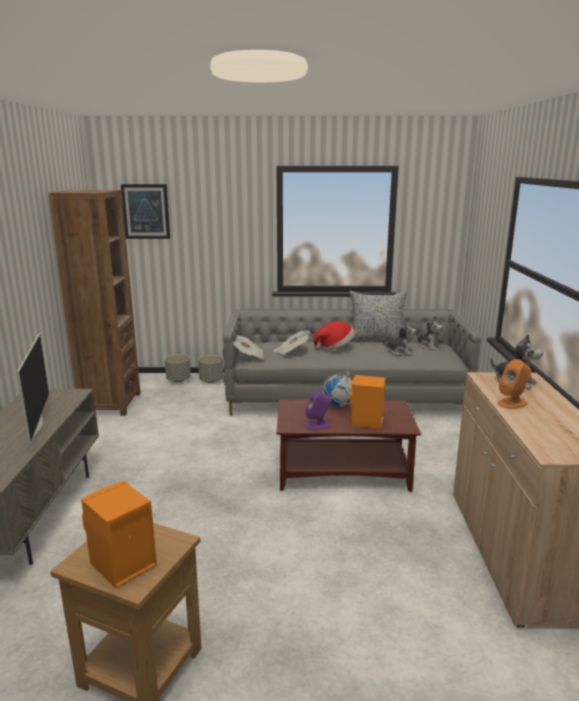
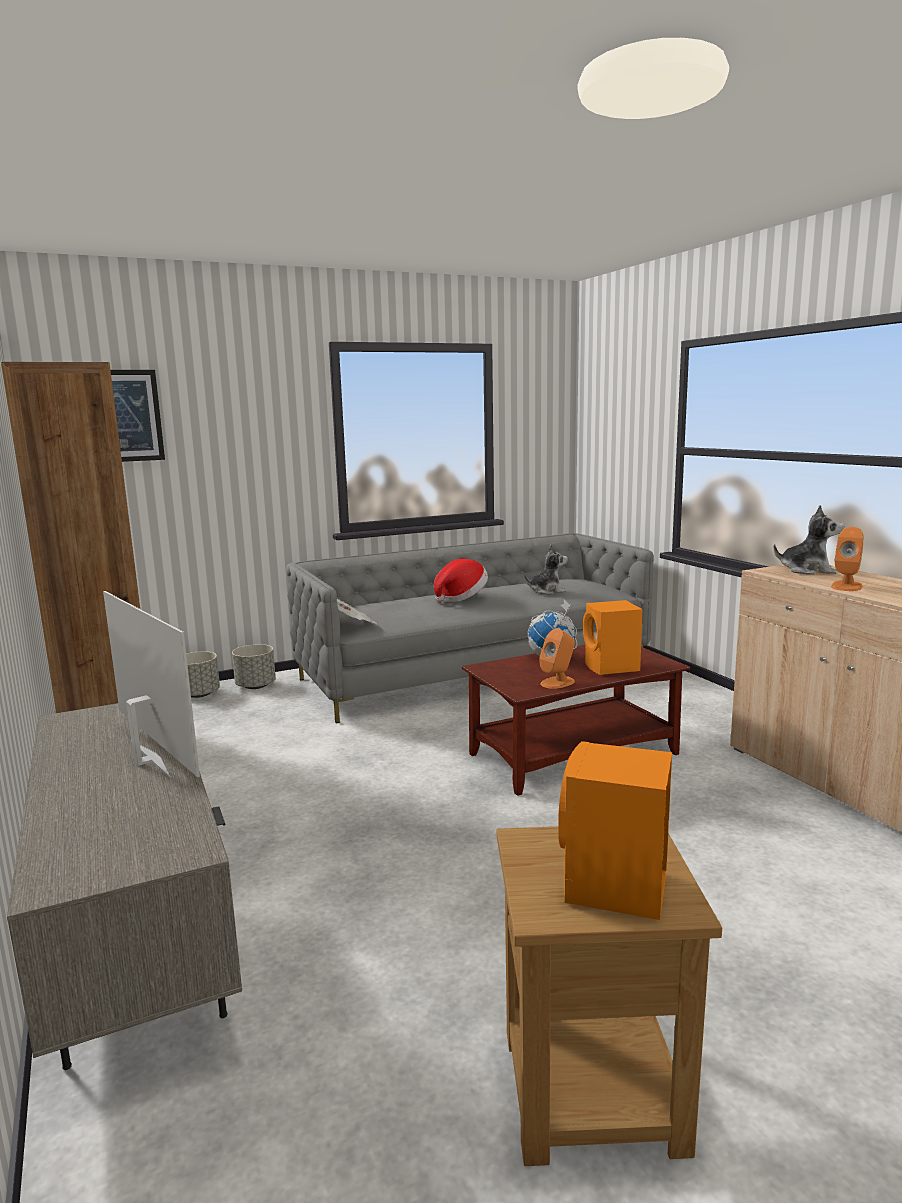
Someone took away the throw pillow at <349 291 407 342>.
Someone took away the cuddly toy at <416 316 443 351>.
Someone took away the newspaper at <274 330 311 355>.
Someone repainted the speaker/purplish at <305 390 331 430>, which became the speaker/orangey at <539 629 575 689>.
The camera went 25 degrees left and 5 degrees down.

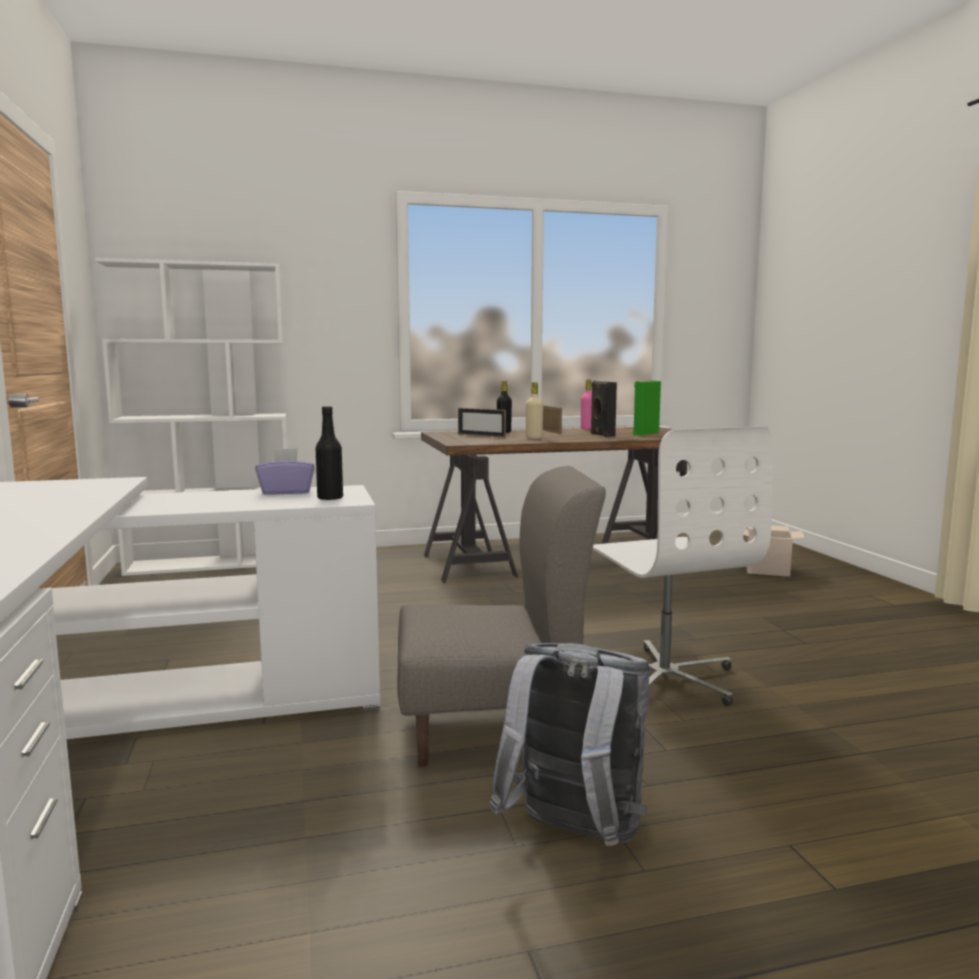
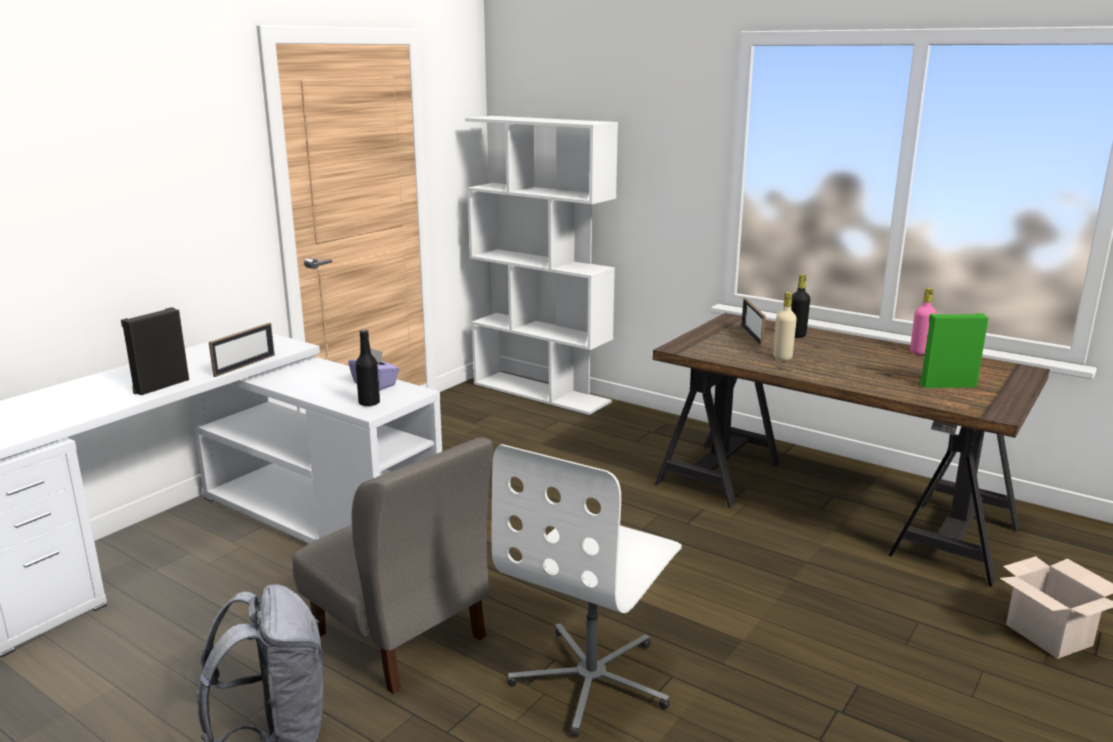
Someone carried the speaker/black-coloured from <590 381 617 437> to <121 307 189 395>.
Someone carried the photo frame from <543 405 562 434> to <209 323 275 377>.
The camera went 50 degrees right and 10 degrees up.

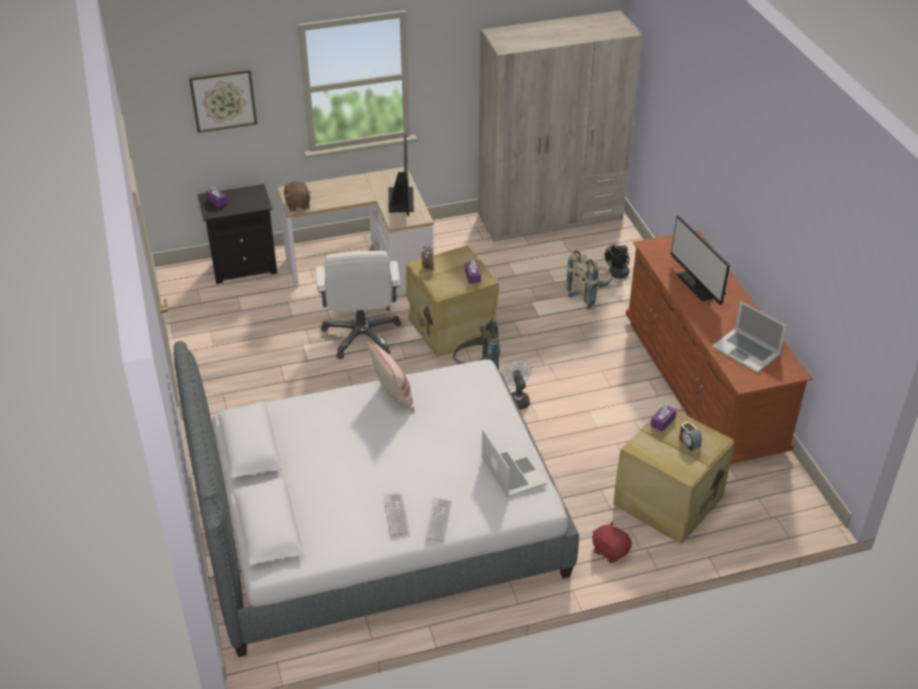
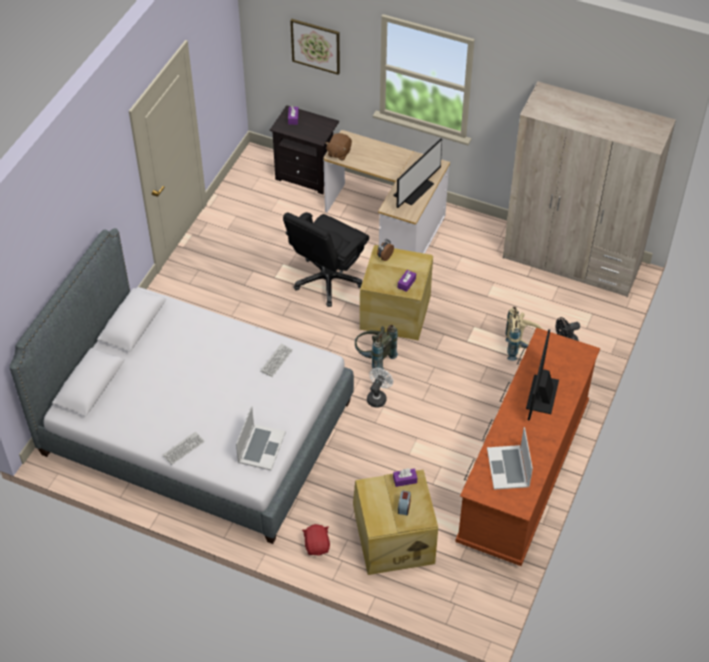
Someone repainted the office chair/whitish at <316 251 401 359>, which became the office chair/black-coloured at <283 212 369 307>.
Someone took away the throw pillow at <368 340 414 412>.
Someone carried the PC keyboard from <384 494 410 536> to <260 344 293 377>.
The camera went 40 degrees right and 10 degrees up.

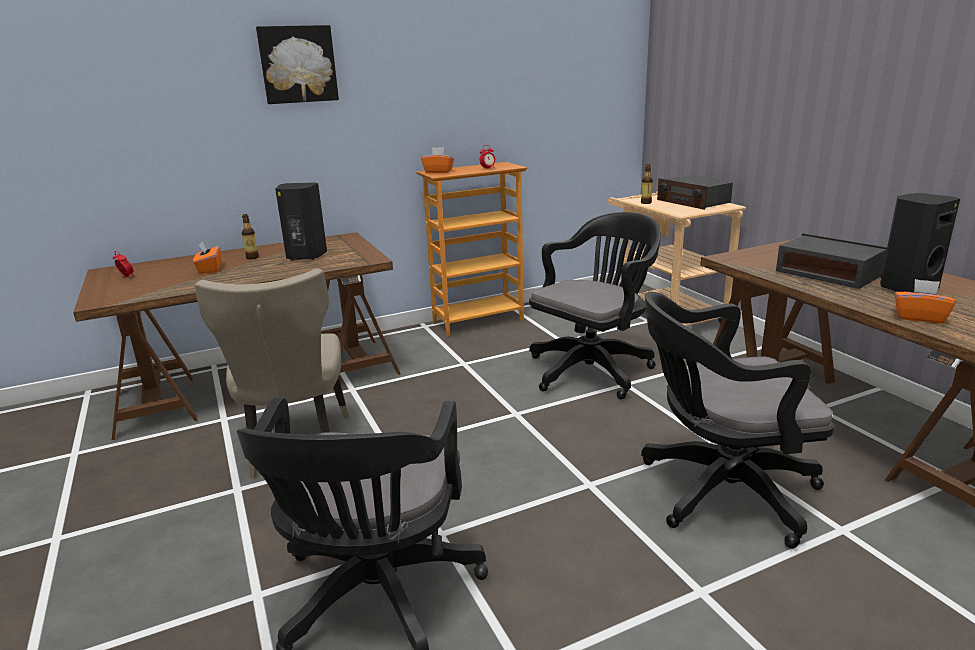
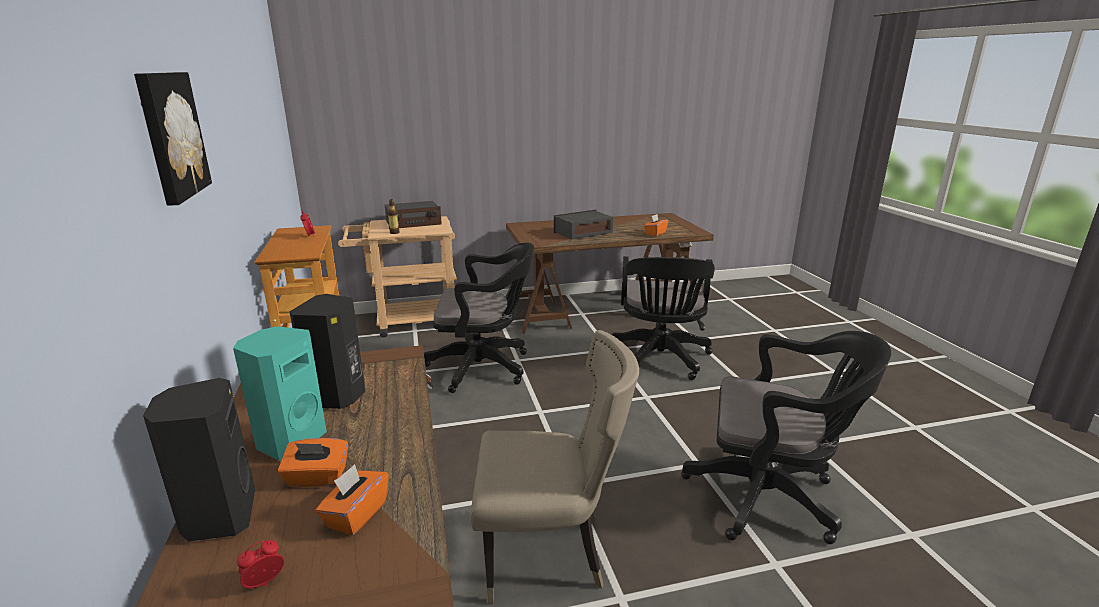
Someone carried the tissue box/orangey from <421 147 454 173> to <316 464 389 536>.
Someone carried the speaker/black-coloured from <880 193 960 292> to <143 378 255 541>.
Someone rotated the office chair/black-coloured at <529 212 661 400> by 120 degrees clockwise.
Someone swapped the beverage bottle at <242 214 259 259> for the speaker/turquoise-coloured at <233 326 327 461>.
The camera went 80 degrees left and 0 degrees up.

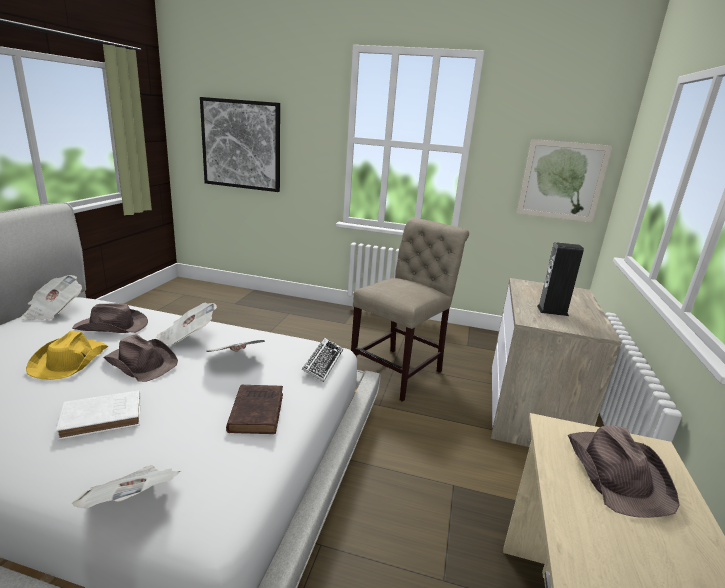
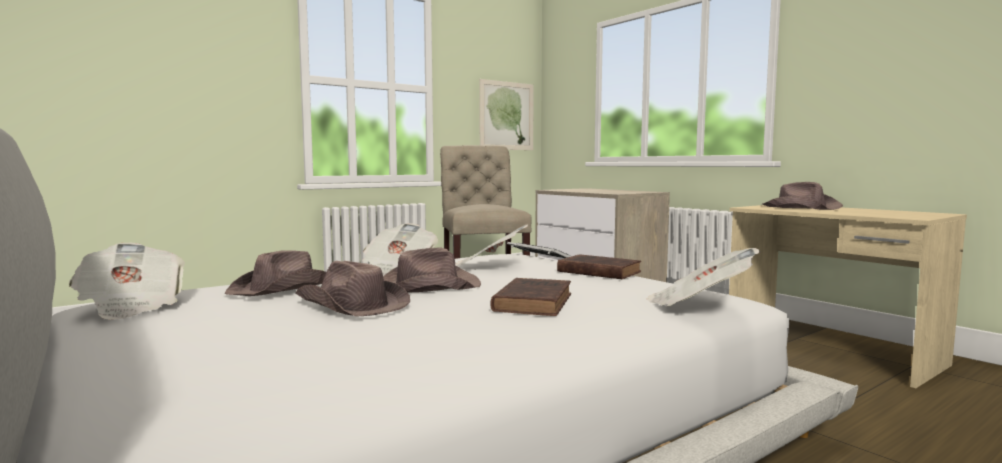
Someone took away the picture at <200 97 280 192>.
Someone took away the speaker at <537 242 584 316>.
Someone repainted the wearable hat/yellowish at <26 330 109 380>, which became the wearable hat/brownish at <295 261 410 317>.
Someone repainted the bound book/whitish at <56 391 141 440>, which became the bound book/brownish at <490 278 571 316>.
The camera went 50 degrees left and 15 degrees down.

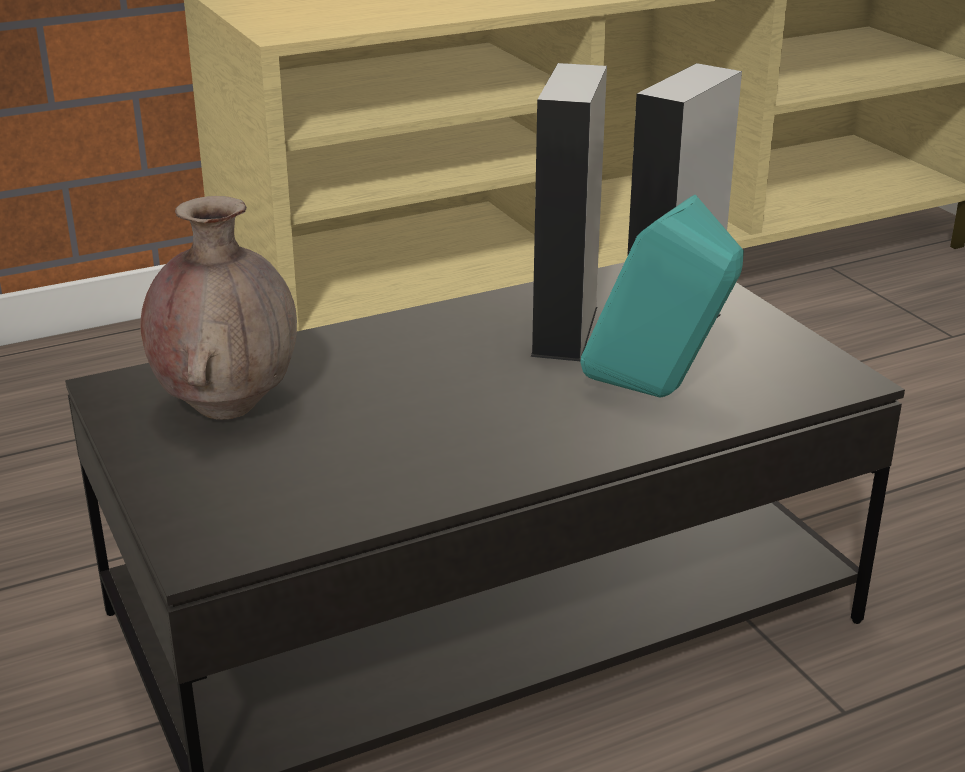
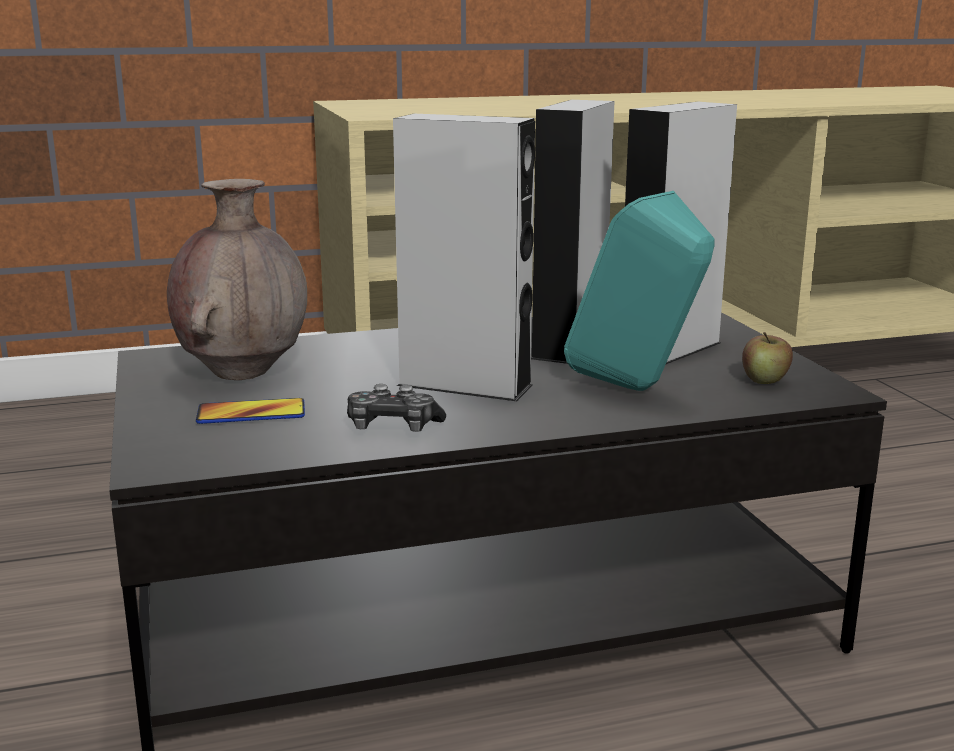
Someone put down the speaker/gray at <393 114 535 401>.
Someone put down the apple fruit at <742 332 793 384>.
Someone put down the game controller at <347 384 446 432>.
Someone put down the telephone at <196 398 305 424>.
The camera went 10 degrees right and 10 degrees down.

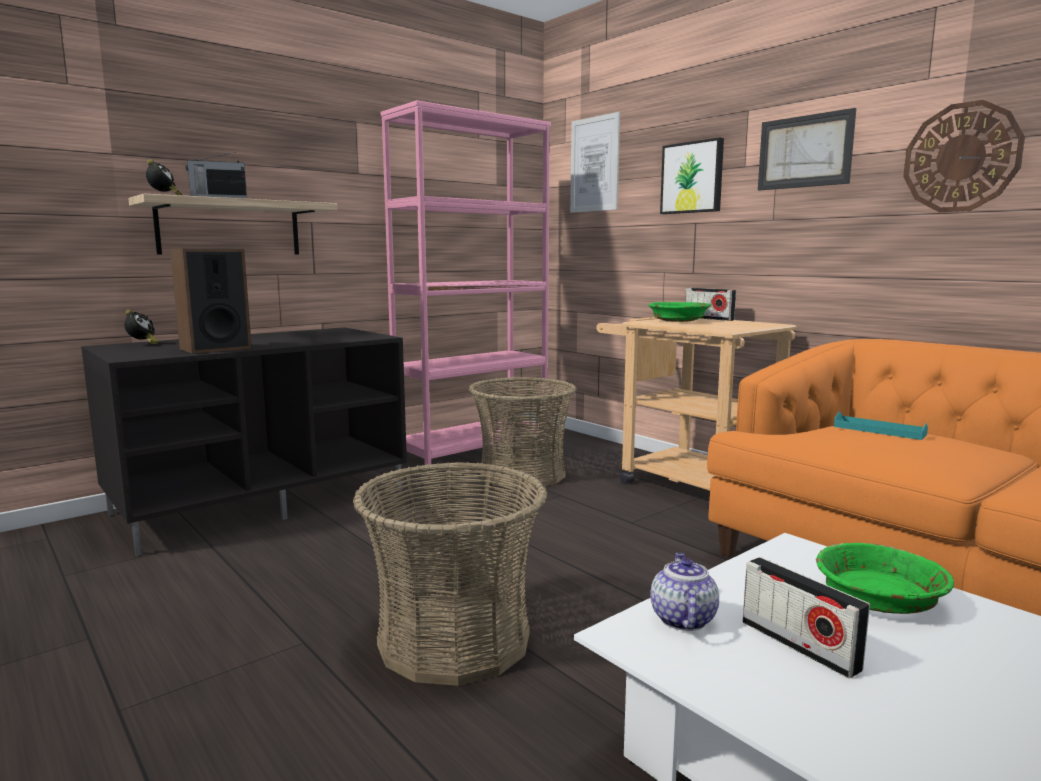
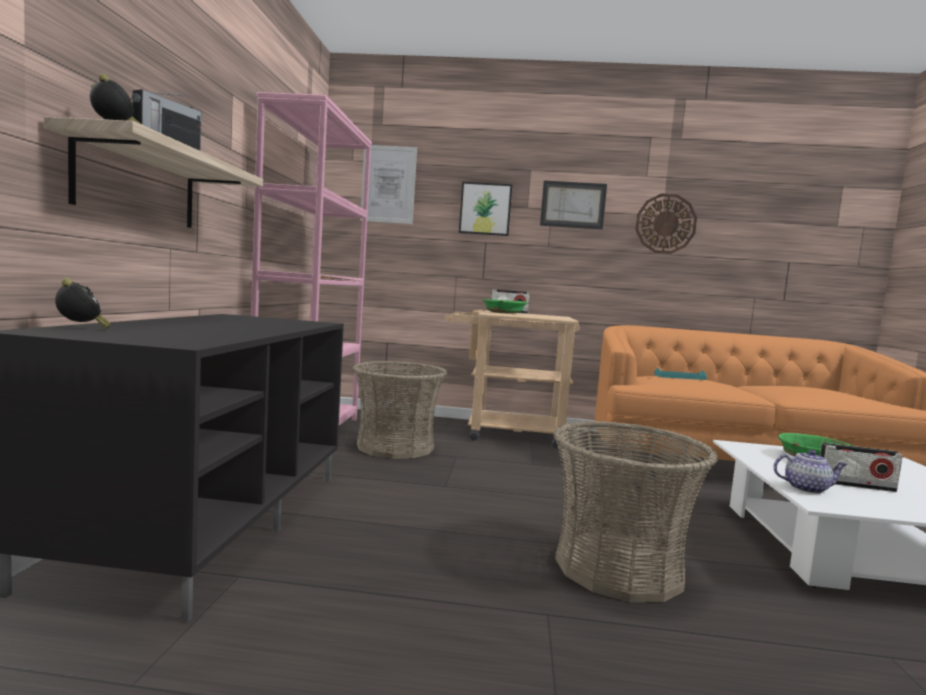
Someone took away the speaker at <170 249 252 354>.
Someone rotated the tea pot at <650 552 719 631> by 135 degrees clockwise.
The camera went 45 degrees left and 5 degrees down.

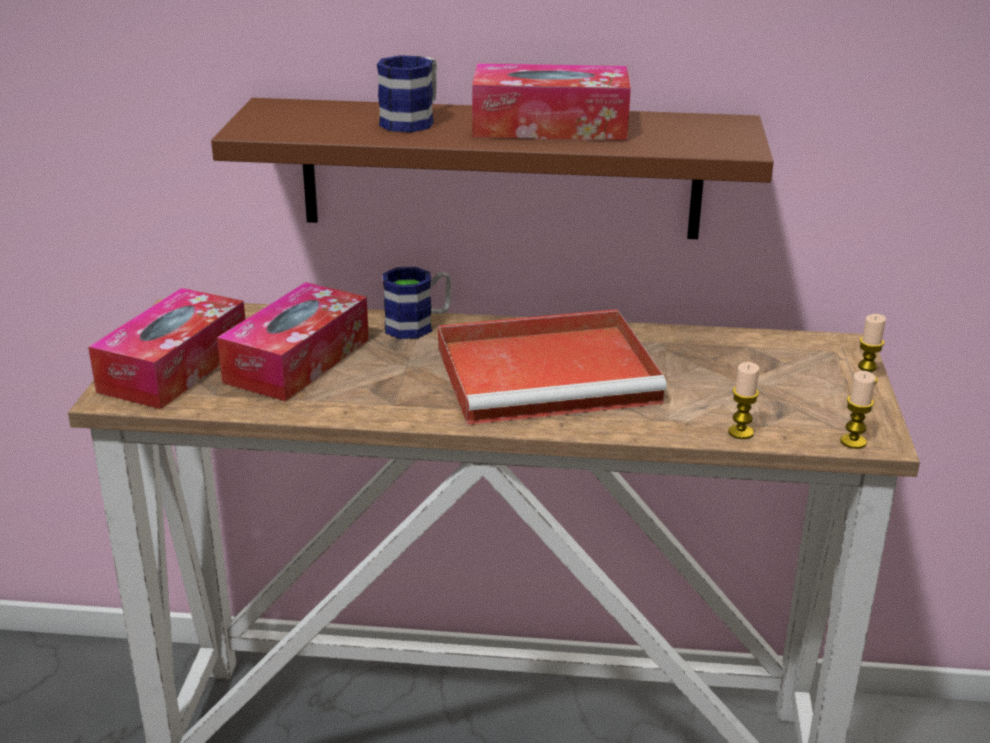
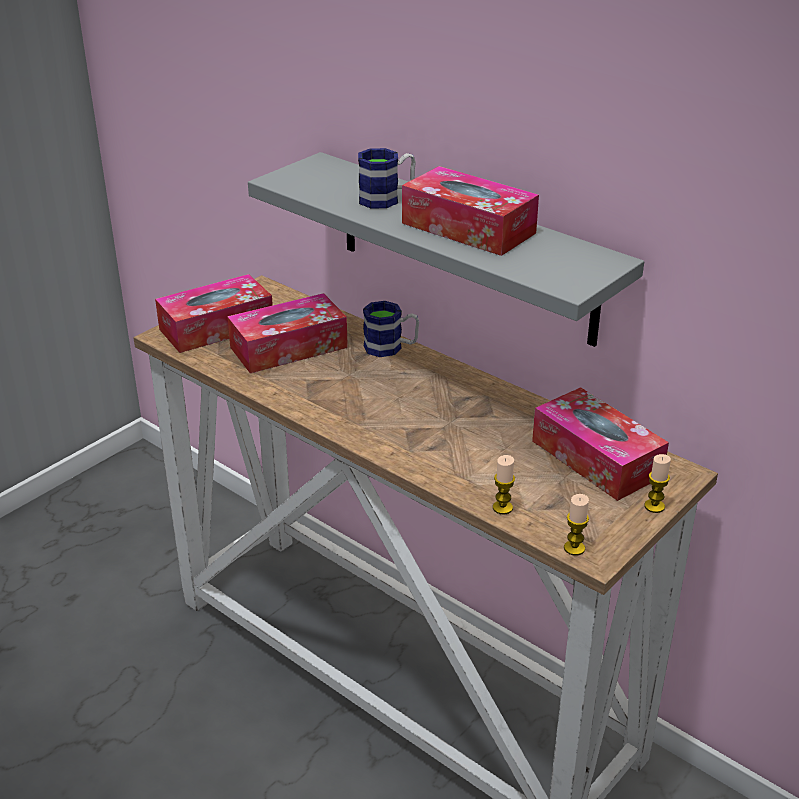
Someone repainted the wall shelf/brownish at <211 98 774 239>, which became the wall shelf/gray at <248 152 644 347>.
Someone took away the tray/red-coloured at <438 309 667 425>.
Someone put down the tissue box at <532 387 669 501>.
The camera went 35 degrees right and 5 degrees up.

